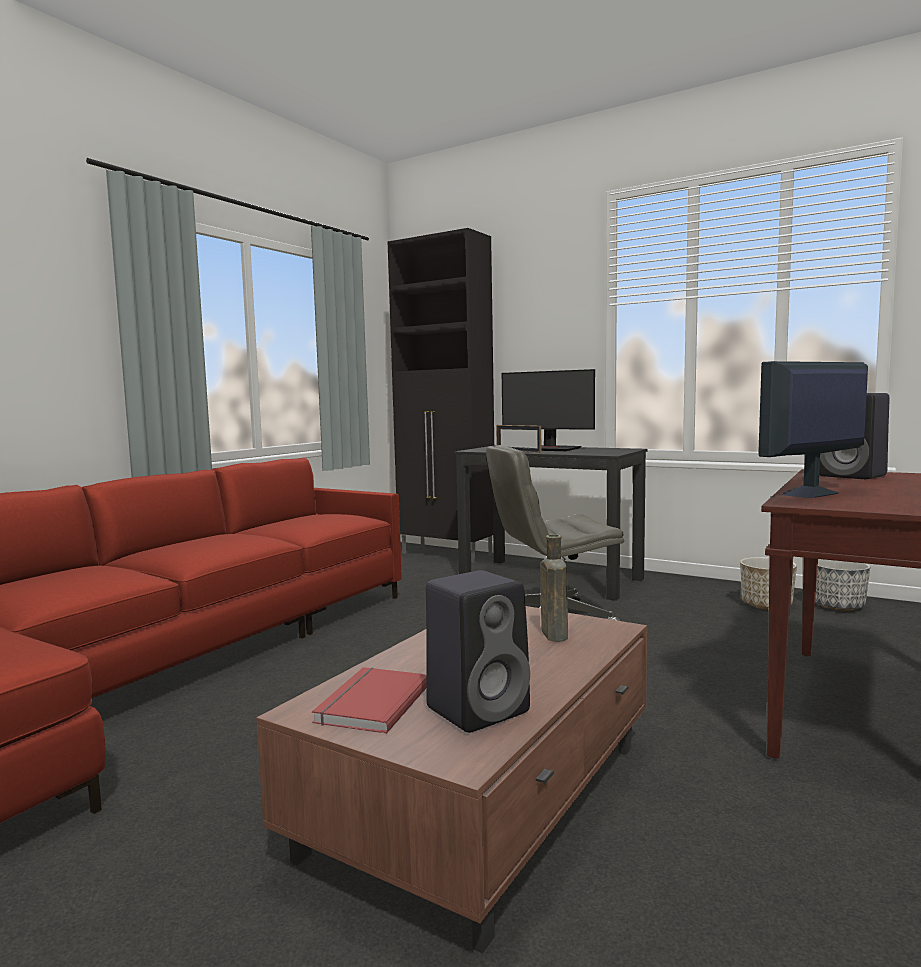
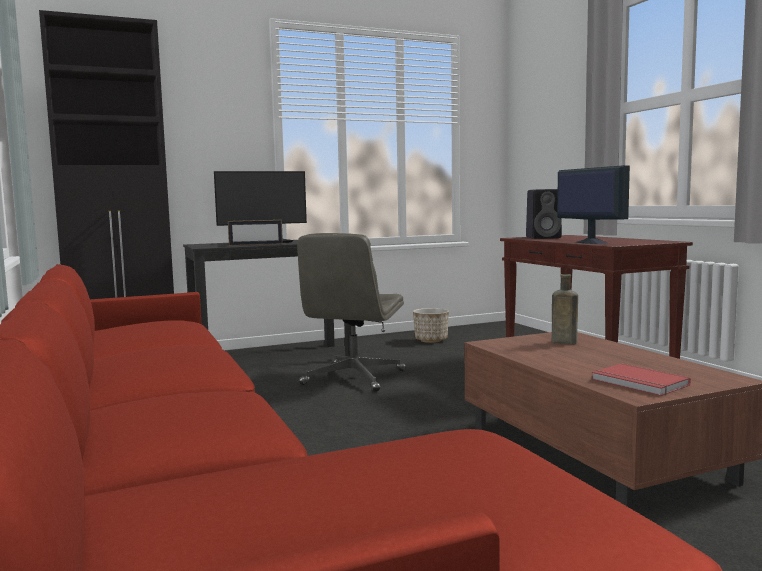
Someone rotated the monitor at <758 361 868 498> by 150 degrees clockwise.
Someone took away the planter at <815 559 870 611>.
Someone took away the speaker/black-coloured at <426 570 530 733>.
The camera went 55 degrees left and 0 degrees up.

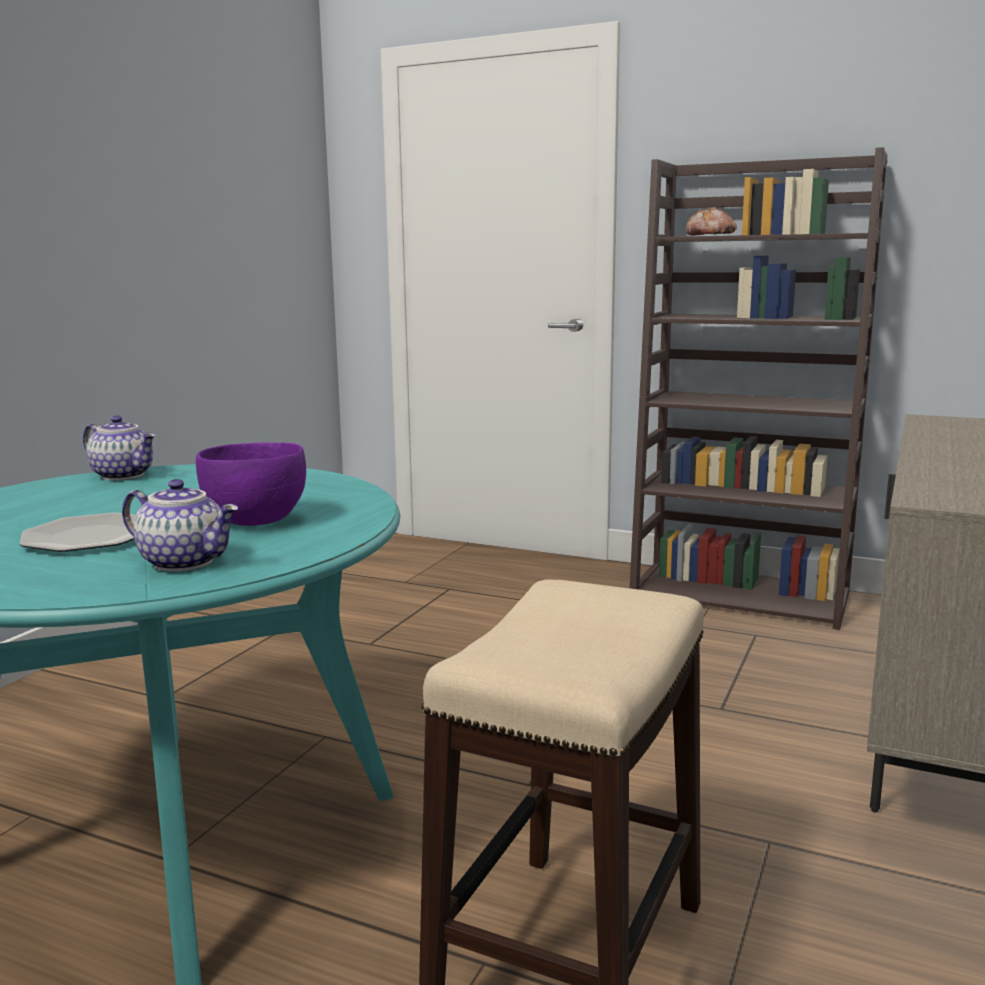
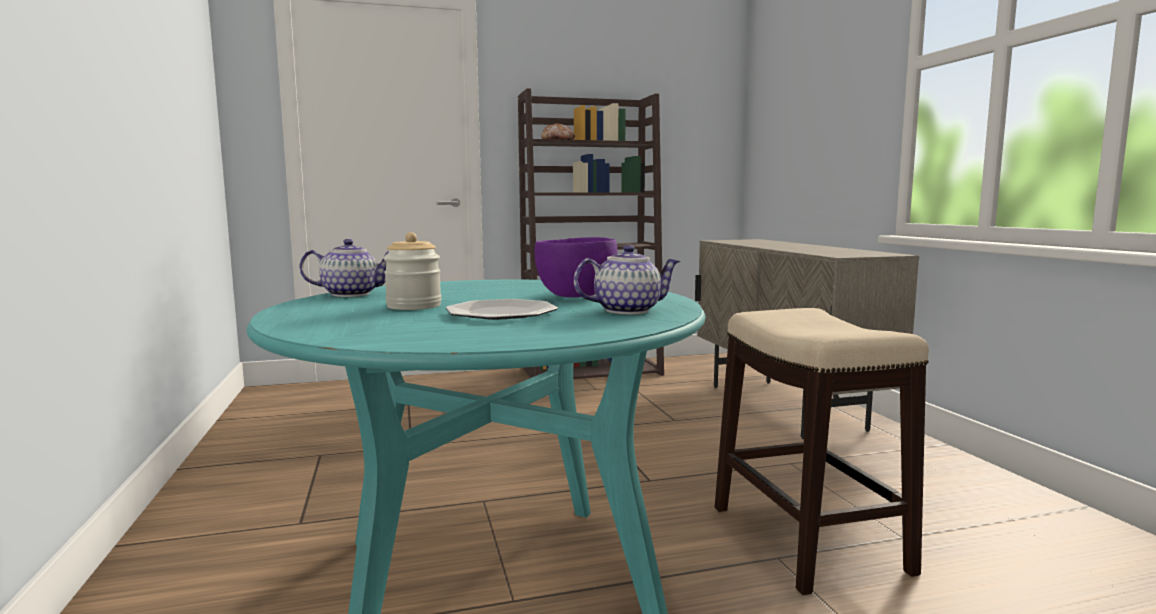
Someone put down the storage jar at <383 232 442 310>.
The camera went 40 degrees left and 5 degrees down.

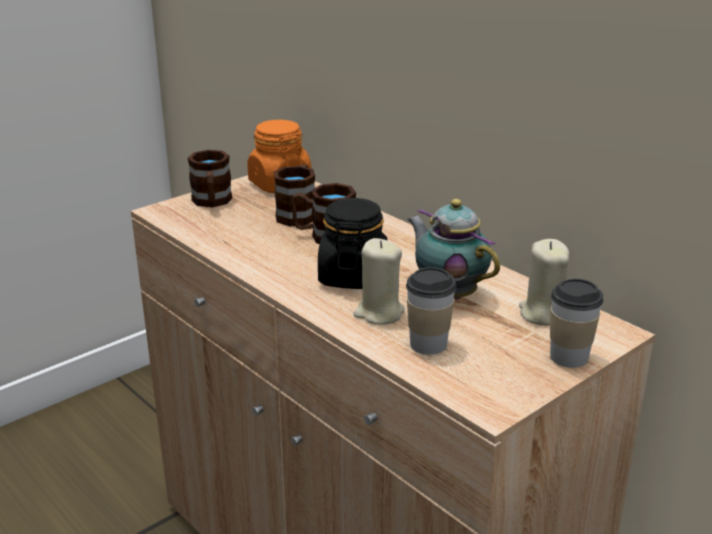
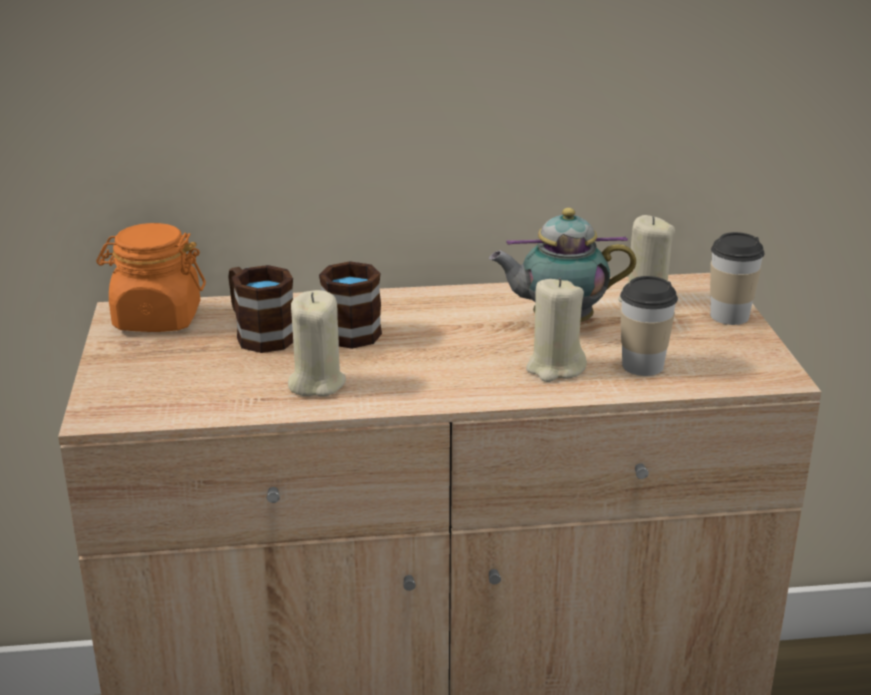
Someone took away the mug/brownish at <188 150 232 207>.
Someone took away the storage jar/black-coloured at <318 198 388 289>.
Someone put down the candle/beige-coloured at <288 290 346 396>.
The camera went 55 degrees left and 0 degrees up.

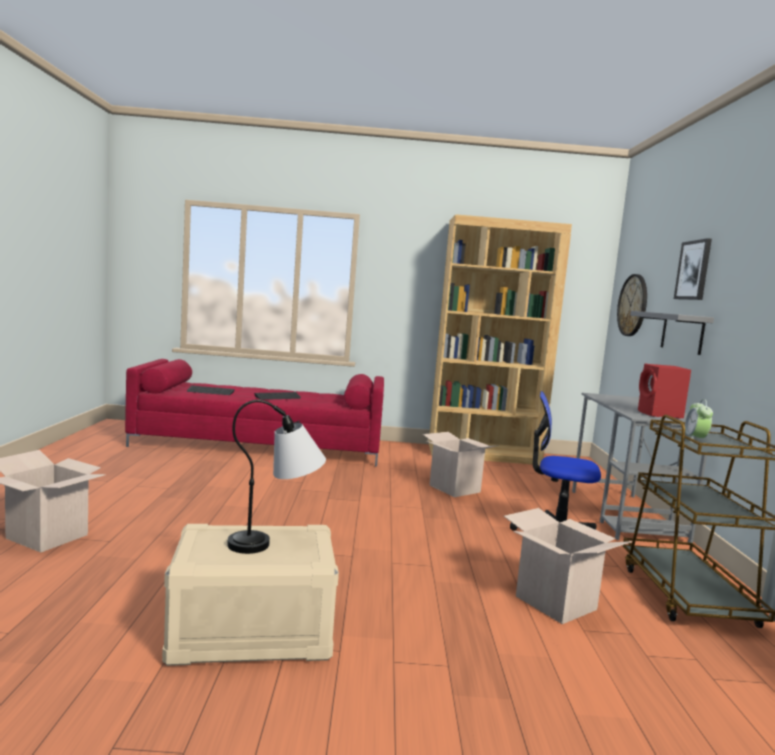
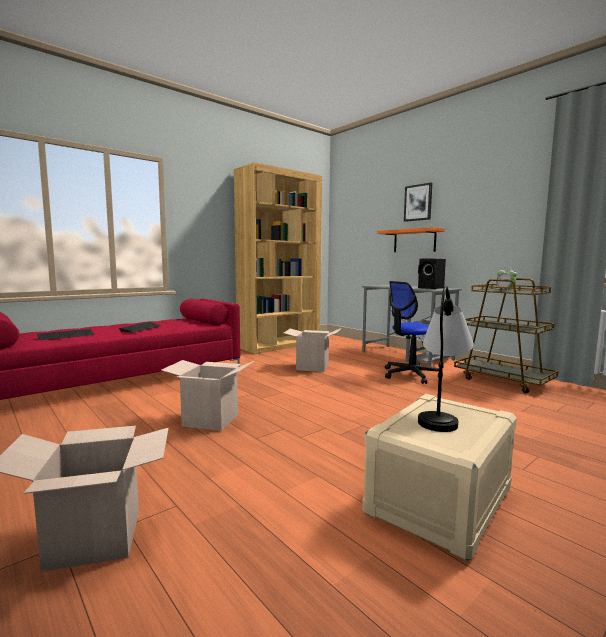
Someone took away the wall clock at <617 274 647 336>.
Someone repainted the wall shelf/gray at <630 311 714 355>, which became the wall shelf/orangey at <377 227 444 252>.
Someone repainted the speaker/red-coloured at <638 363 691 419>, which became the speaker/black-coloured at <418 259 446 289>.
Someone carried the packing box from <504 508 632 624> to <161 360 254 431>.
The camera went 40 degrees left and 0 degrees up.

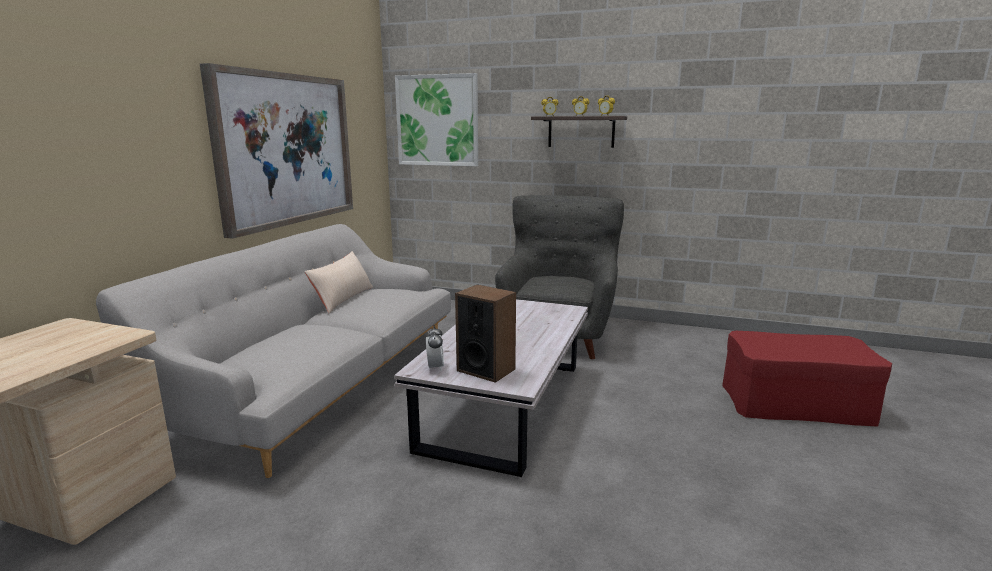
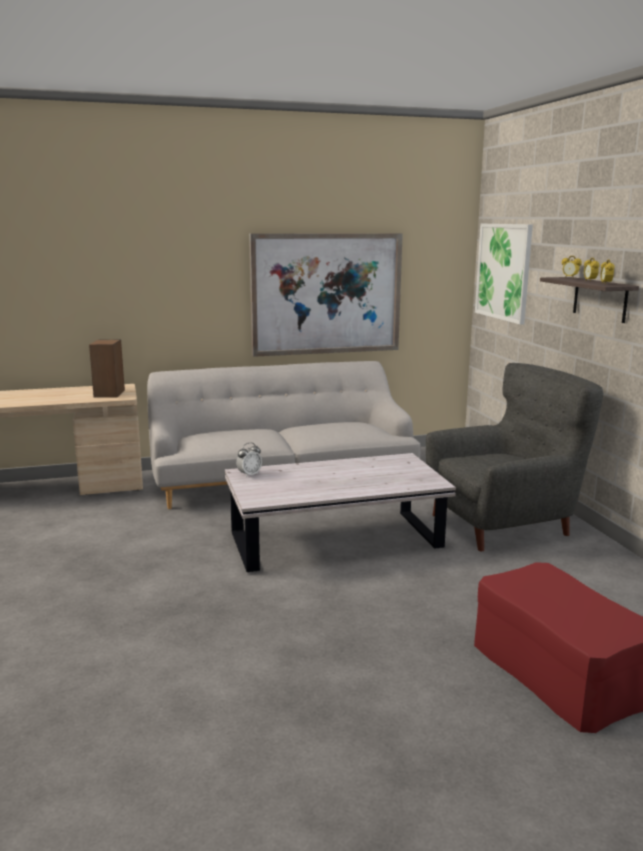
Someone took away the throw pillow/beige-coloured at <305 251 373 313>.
Someone carried the speaker from <455 284 516 383> to <89 340 125 397>.
The camera went 55 degrees right and 0 degrees up.

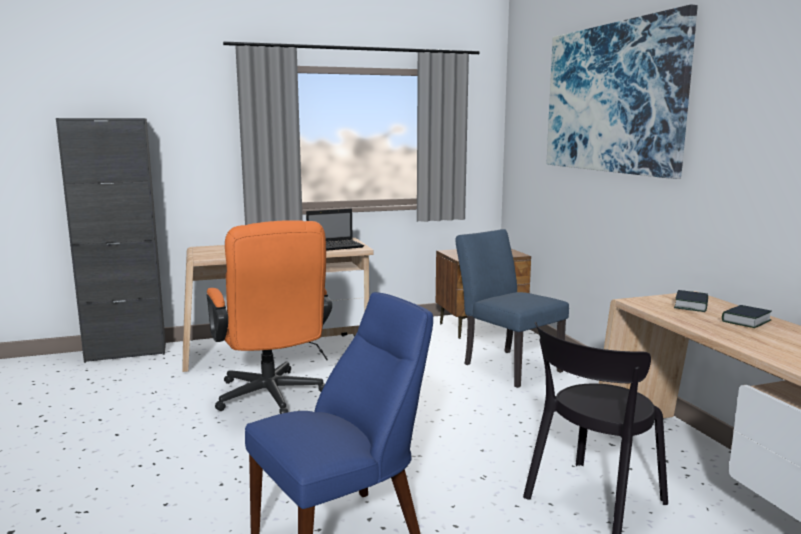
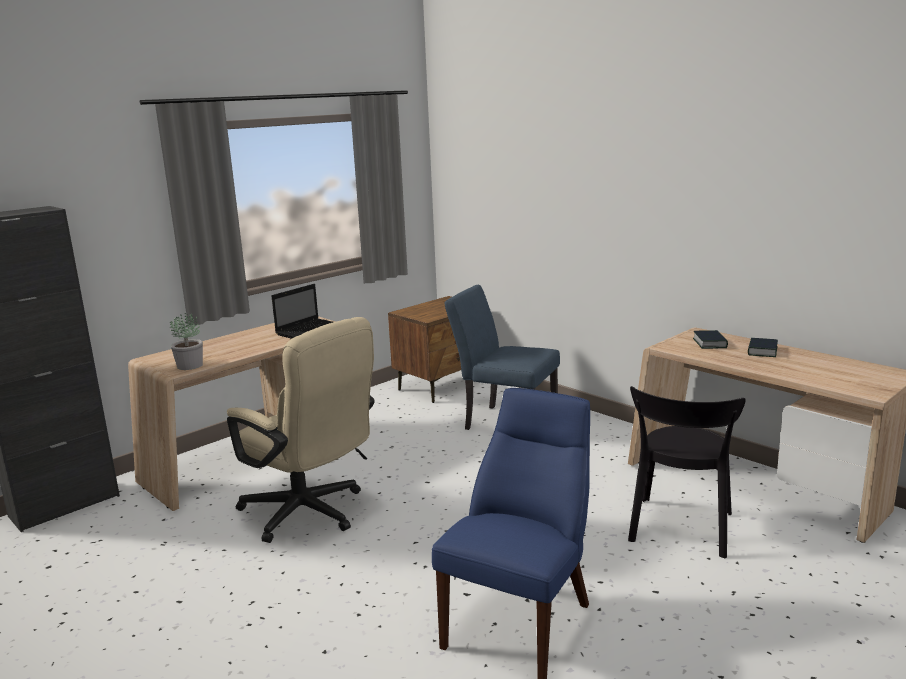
Someone took away the picture at <547 5 698 179>.
Someone repainted the office chair/orangey at <207 220 332 414>, which became the office chair/beige-coloured at <227 317 375 543>.
Someone put down the plant in a pot at <170 313 203 370>.
The camera went 25 degrees left and 5 degrees up.

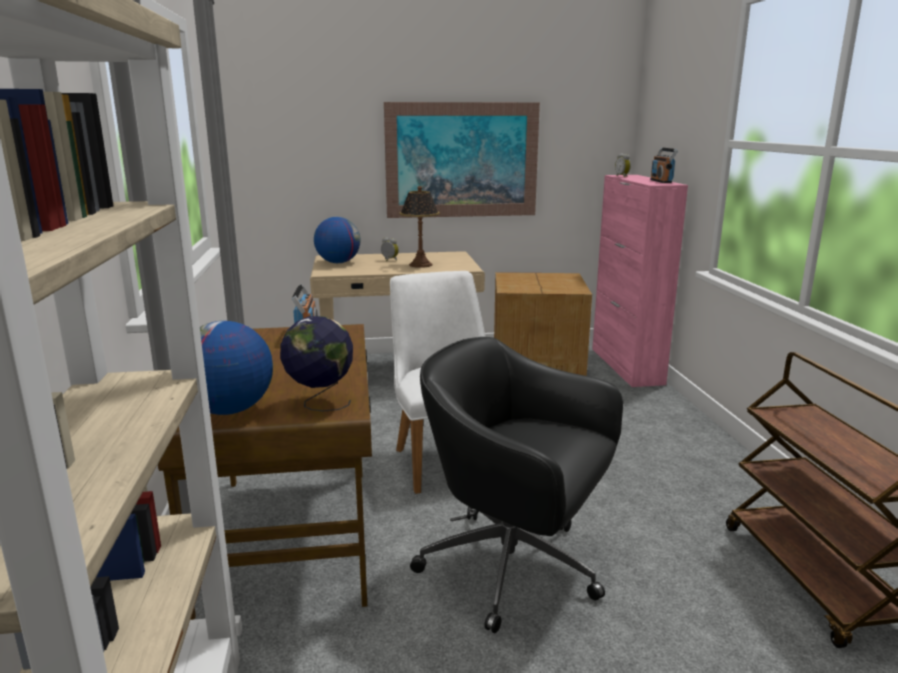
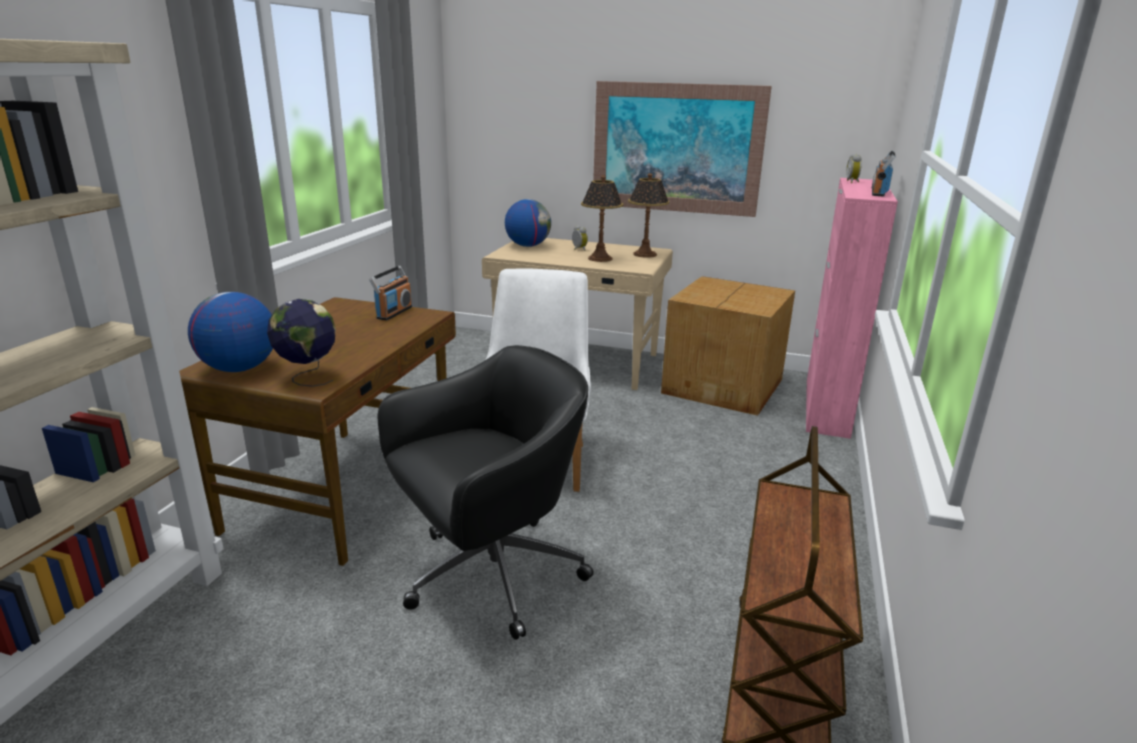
Someone rotated the office chair/black-coloured at <410 337 623 633> by 90 degrees clockwise.
Someone put down the tabletop lamp at <628 173 669 258>.
The camera went 25 degrees right and 5 degrees up.

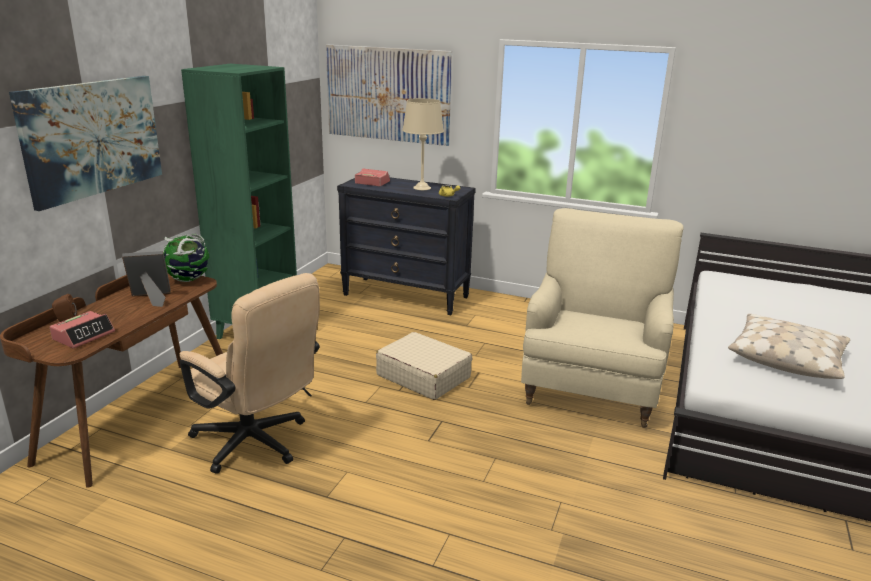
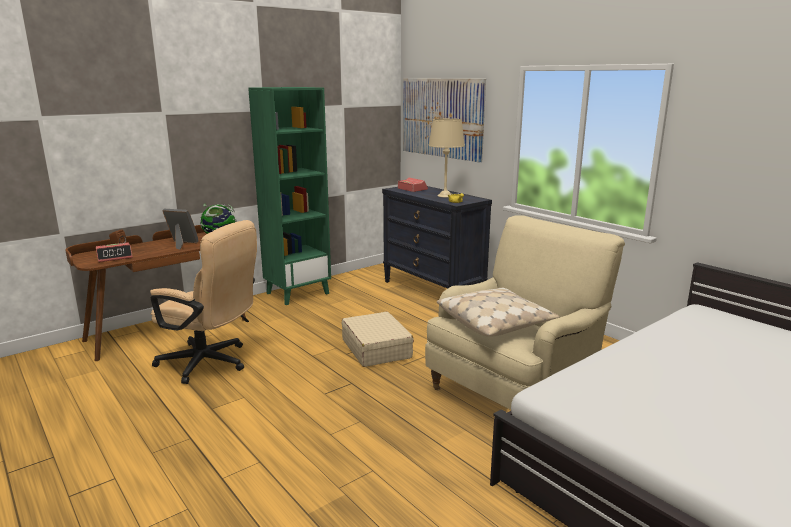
Someone took away the picture at <9 76 162 211>.
Someone rotated the office chair/beige-coloured at <180 273 320 474> by 45 degrees counterclockwise.
Someone carried the throw pillow/beige-coloured from <728 314 850 379> to <437 287 560 337>.
The camera went 30 degrees right and 5 degrees down.

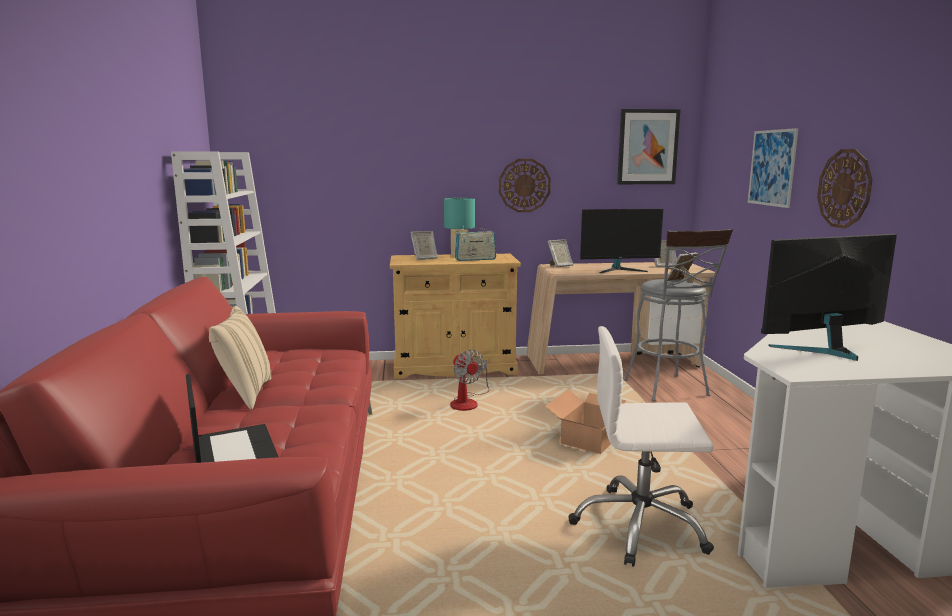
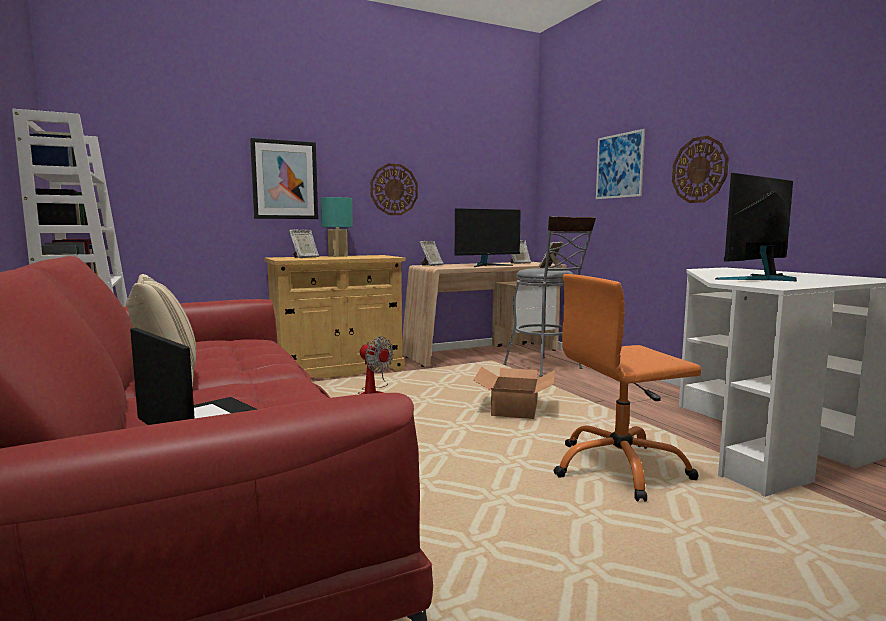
Someone carried the picture from <617 109 681 184> to <250 138 318 219>.
Someone took away the radio at <455 226 496 261>.
Someone repainted the office chair/whitish at <568 326 714 567>, which became the office chair/orangey at <553 274 702 502>.
The camera went 20 degrees left and 5 degrees down.

